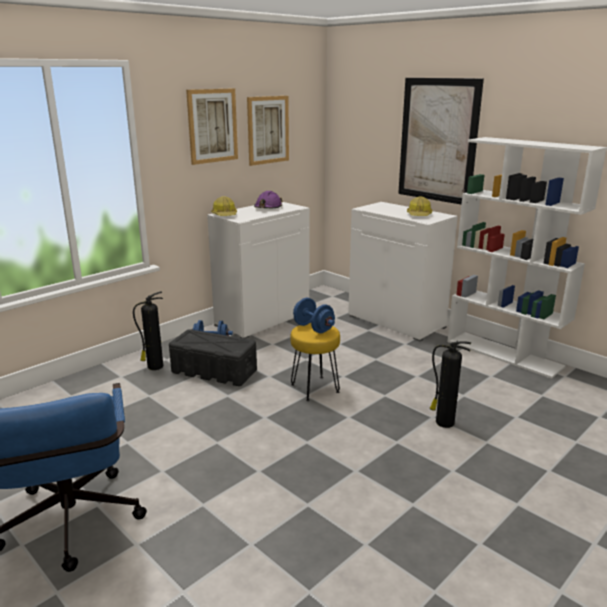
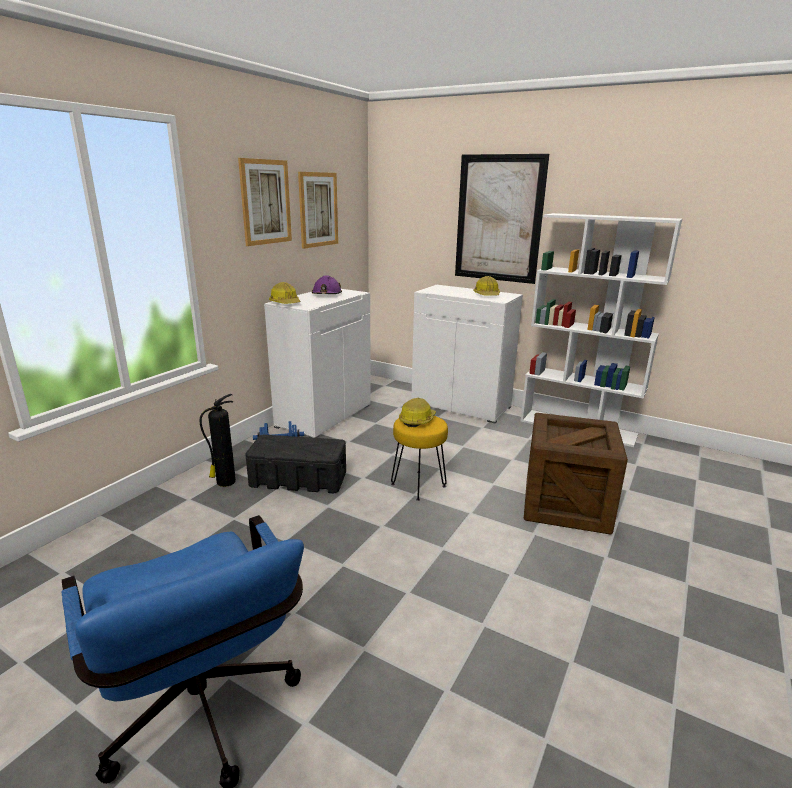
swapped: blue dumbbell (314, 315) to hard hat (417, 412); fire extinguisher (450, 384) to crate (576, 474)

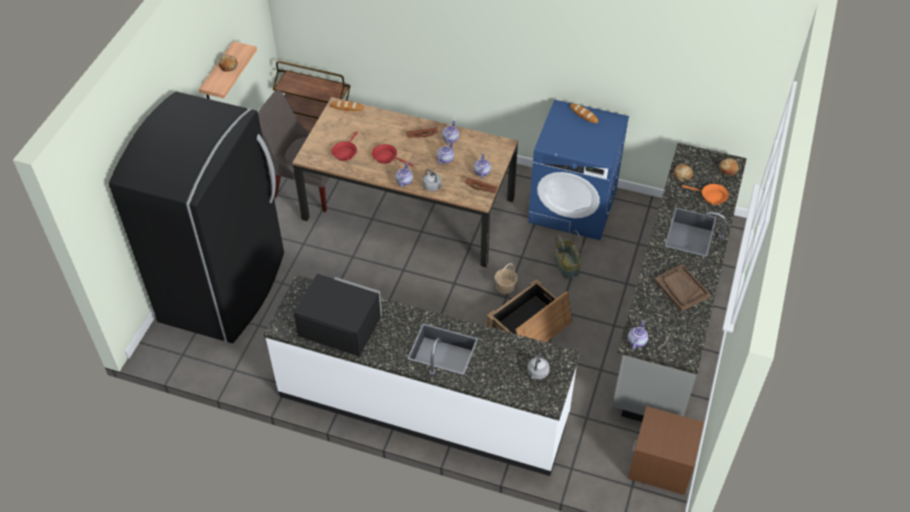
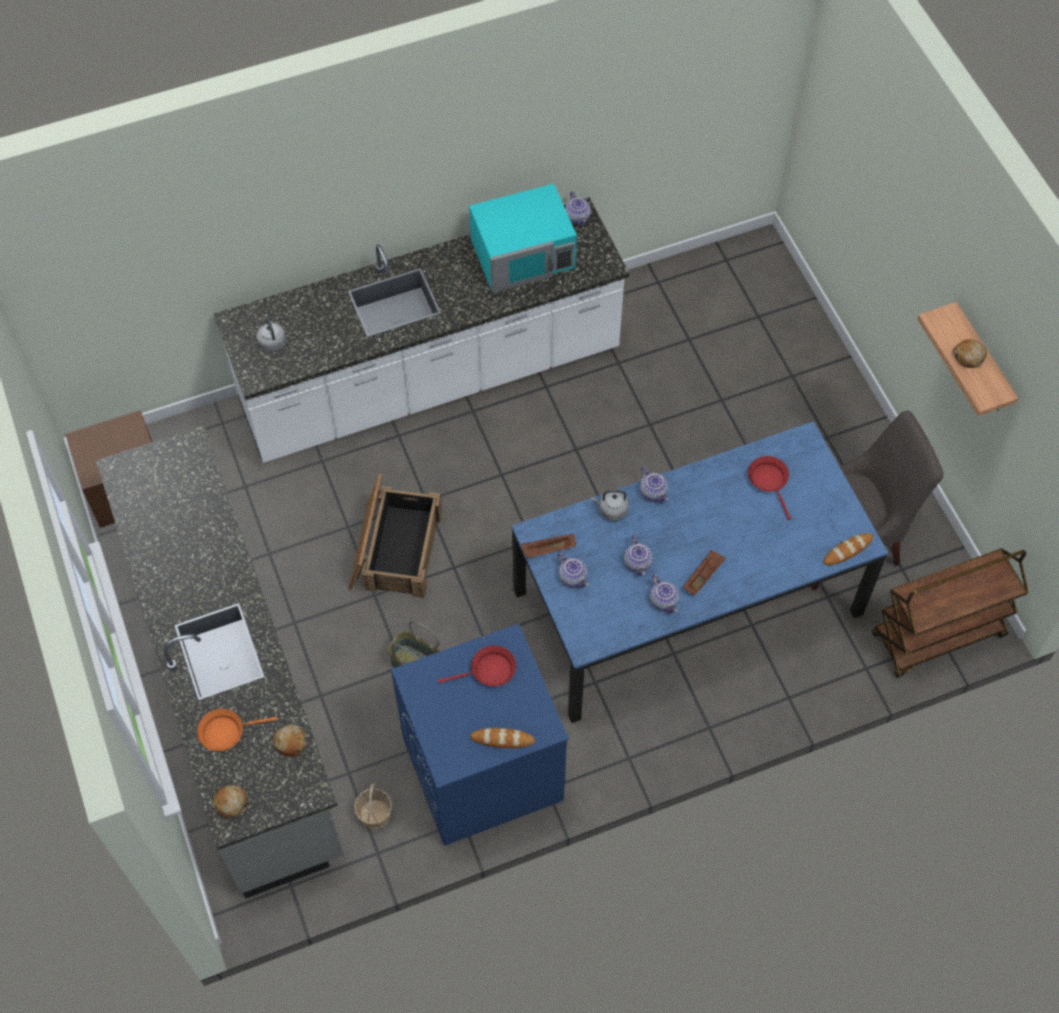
gone: black fridge (196, 217); brown tray (682, 288)
shifted: red frying pan (393, 155) to (477, 665); basket (506, 278) to (373, 806); teapot (638, 335) to (578, 208)
repainted: brown dining table (405, 182) to blue dining table (700, 572); black microwave (338, 315) to turquoise microwave (523, 238)

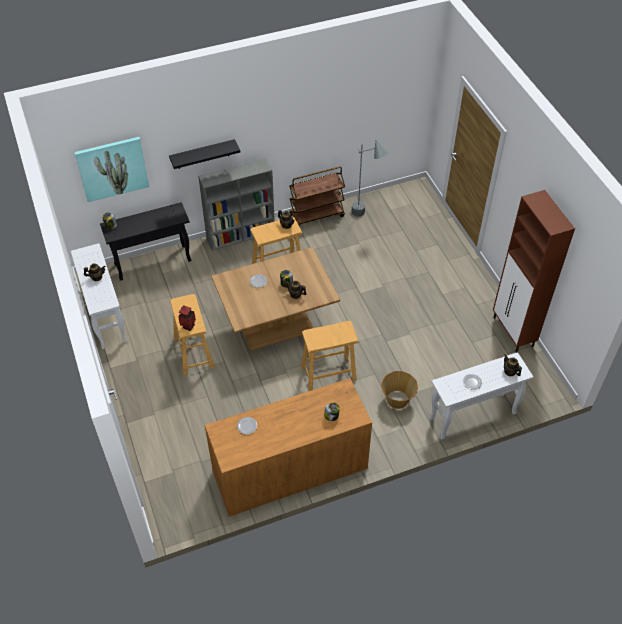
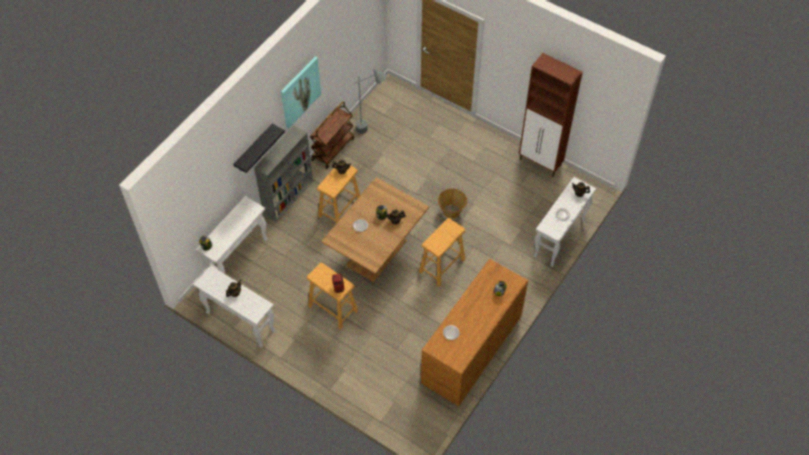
shifted: picture (111, 169) to (301, 93); basket (399, 390) to (452, 204)
repainted: black console table (145, 241) to white console table (232, 235)

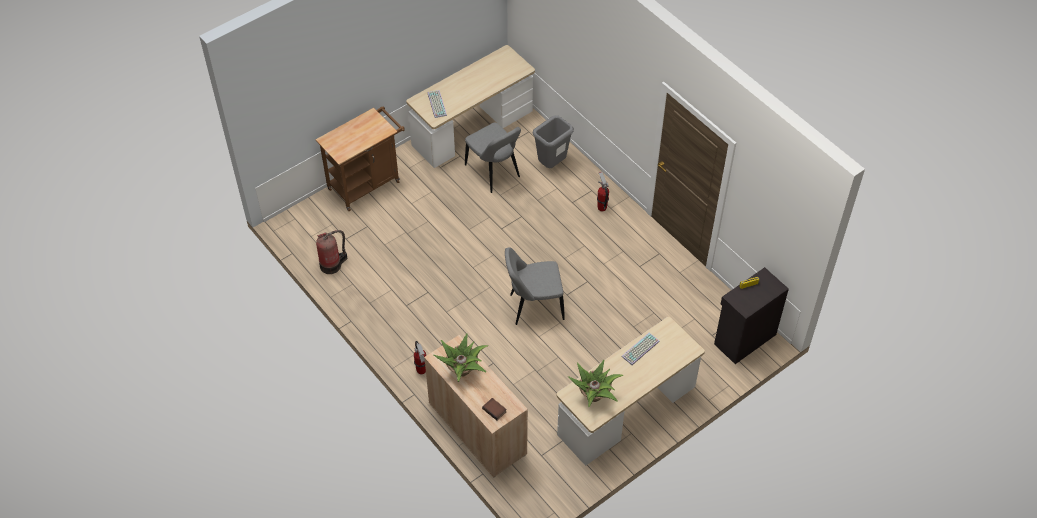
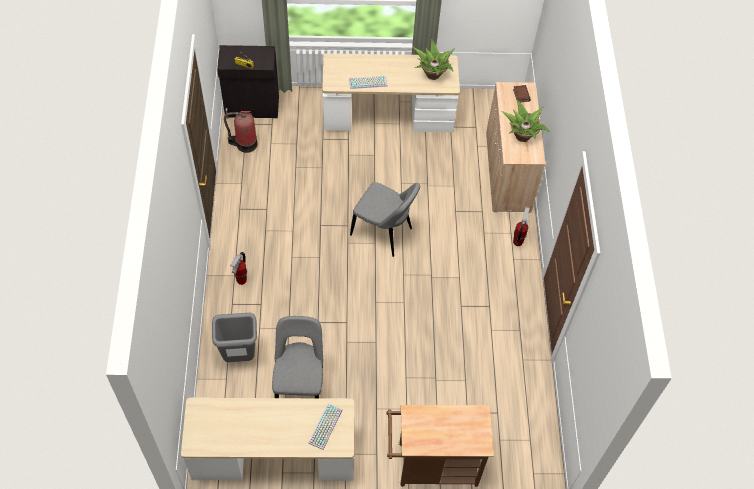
shifted: fire extinguisher (332, 252) to (240, 132)

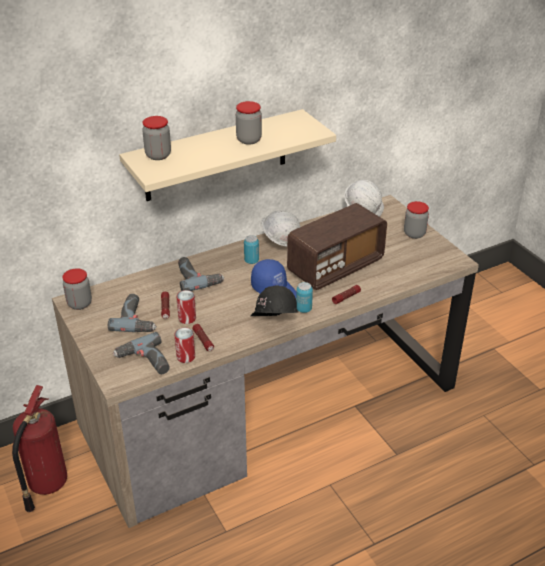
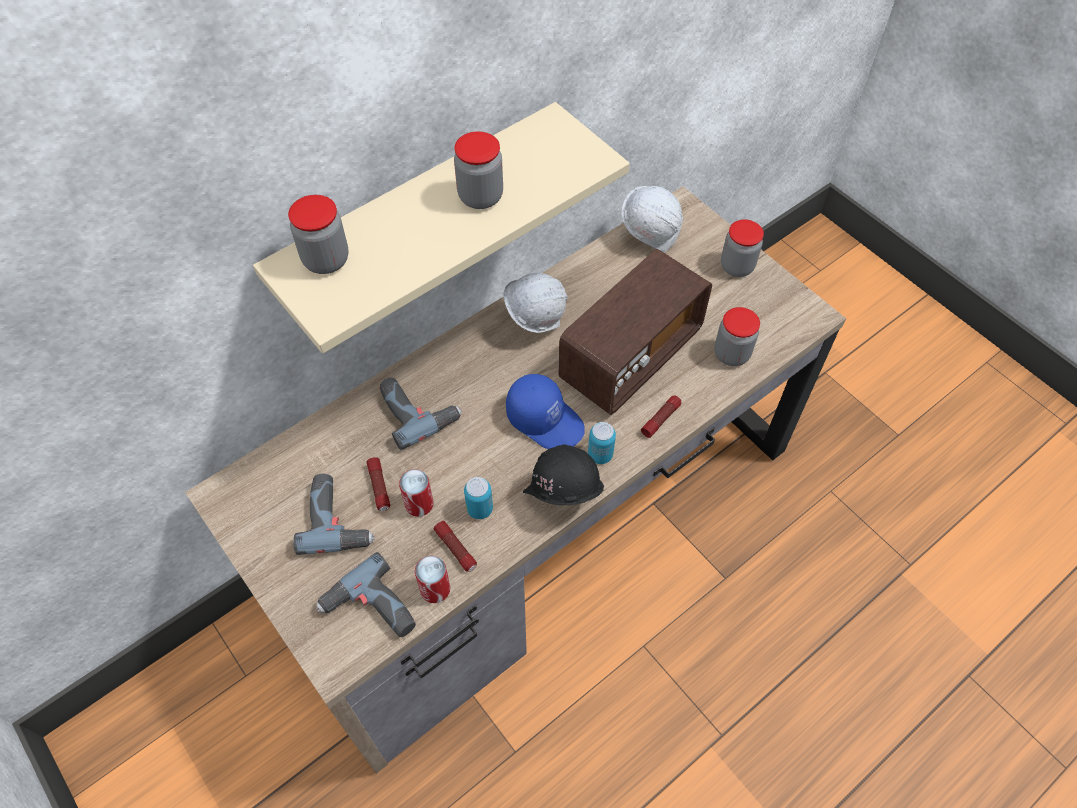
gone: fire extinguisher (39, 448)
shifted: jar (77, 289) to (737, 336); can (251, 249) to (478, 498)

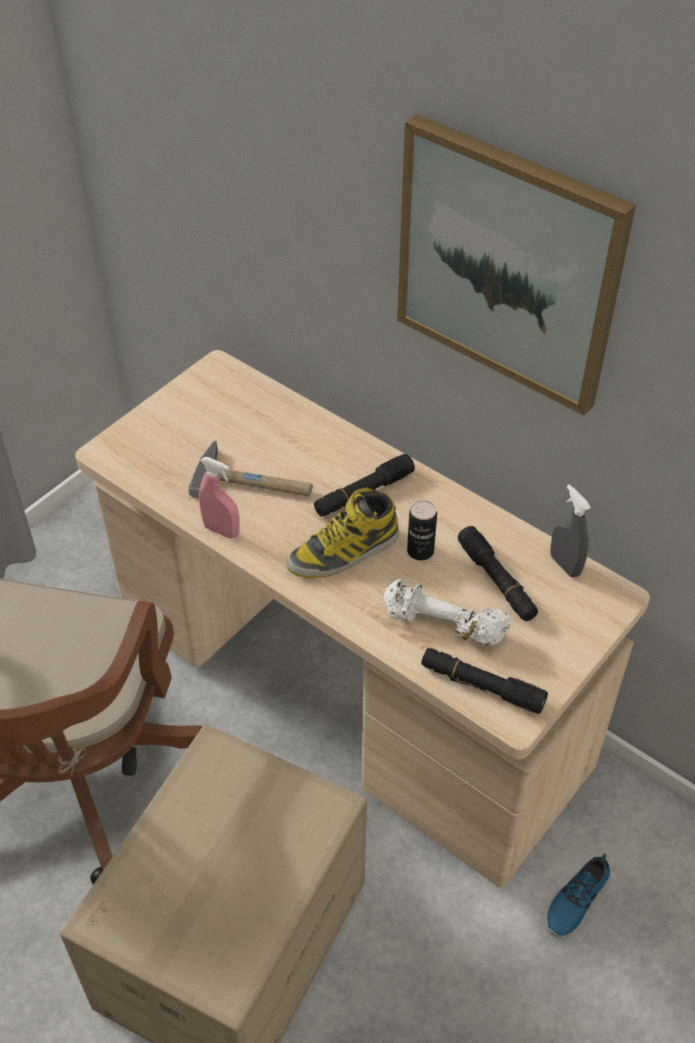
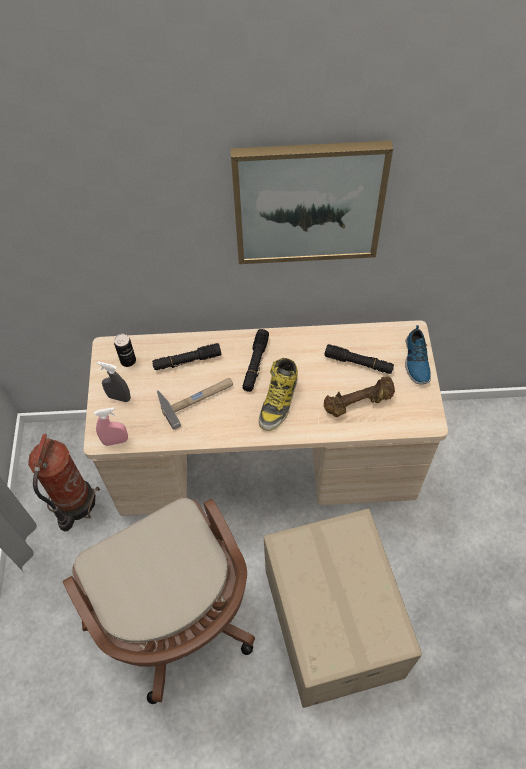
new: fire extinguisher (64, 482)
shifted: pink spray bottle (219, 498) to (111, 426); can (422, 530) to (125, 350); black flashlight (484, 681) to (186, 356); shoe (577, 896) to (418, 355); grey spray bottle (570, 531) to (114, 381)
repainted: white dumbbell (447, 612) to brown dumbbell (359, 397)

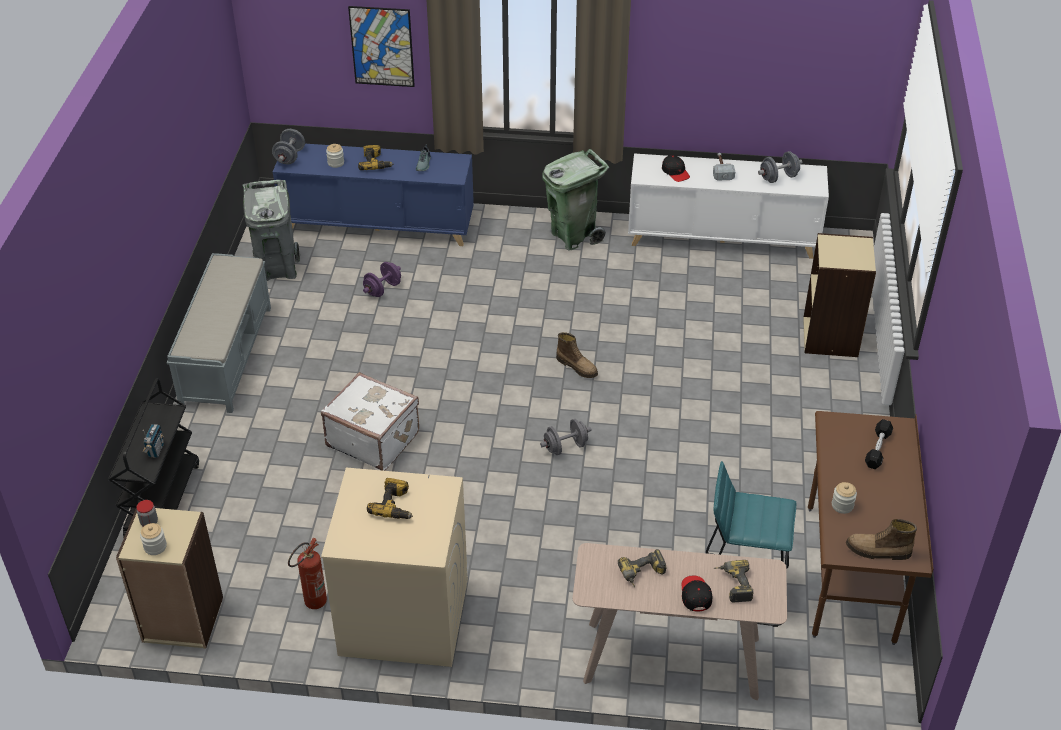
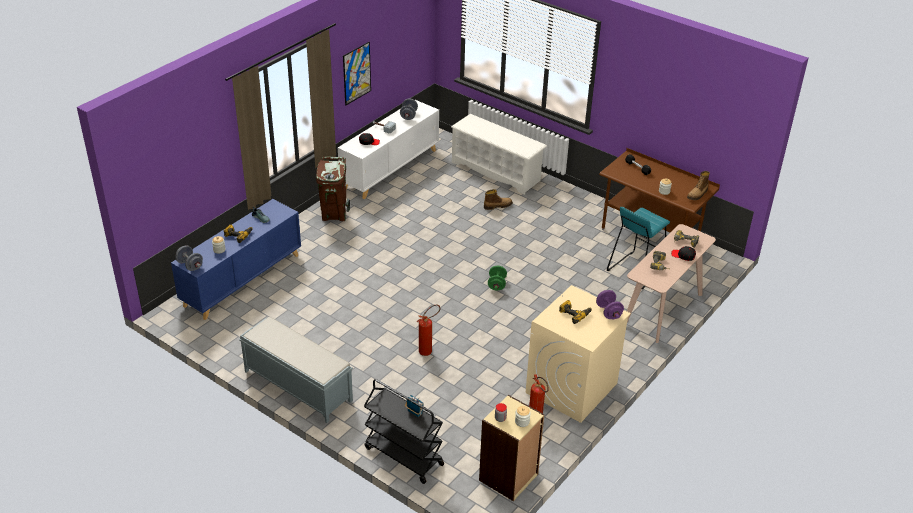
gone: grey trash can (271, 230)
shifted: picture (381, 46) to (357, 73); purple dumbbell (382, 279) to (610, 304); boot (577, 355) to (498, 199)
swapped: white suitcase (370, 421) to fire extinguisher (429, 330); beige bookcase (839, 295) to white shoe rack (499, 154)
repainted: grey dumbbell (566, 437) to green dumbbell (497, 278); green trash can (575, 199) to brown trash can (333, 189)

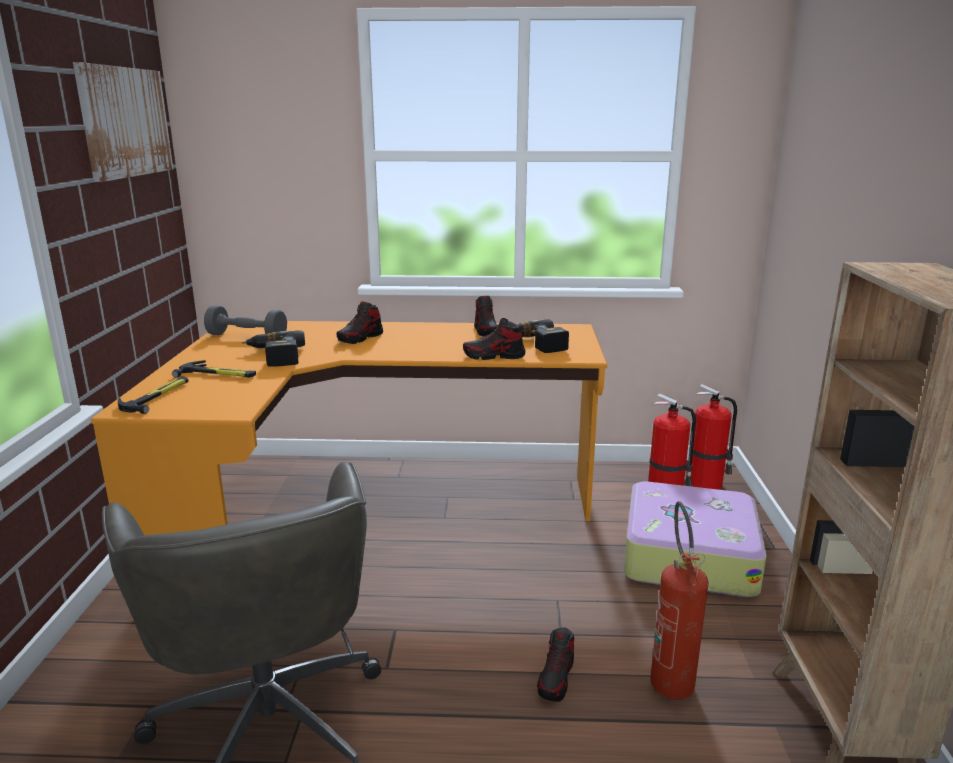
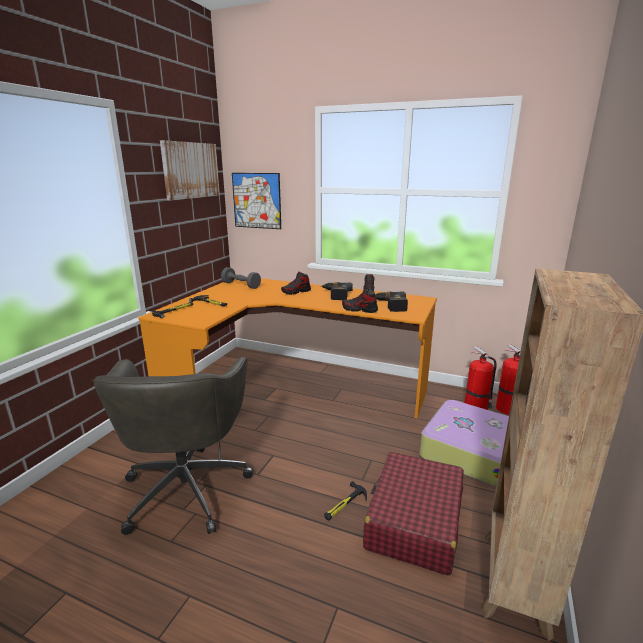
new: picture (256, 201)
shifted: power drill (273, 348) to (337, 291)
swapped: shoe (555, 664) to hammer (345, 501); fire extinguisher (679, 600) to red suitcase (413, 513)

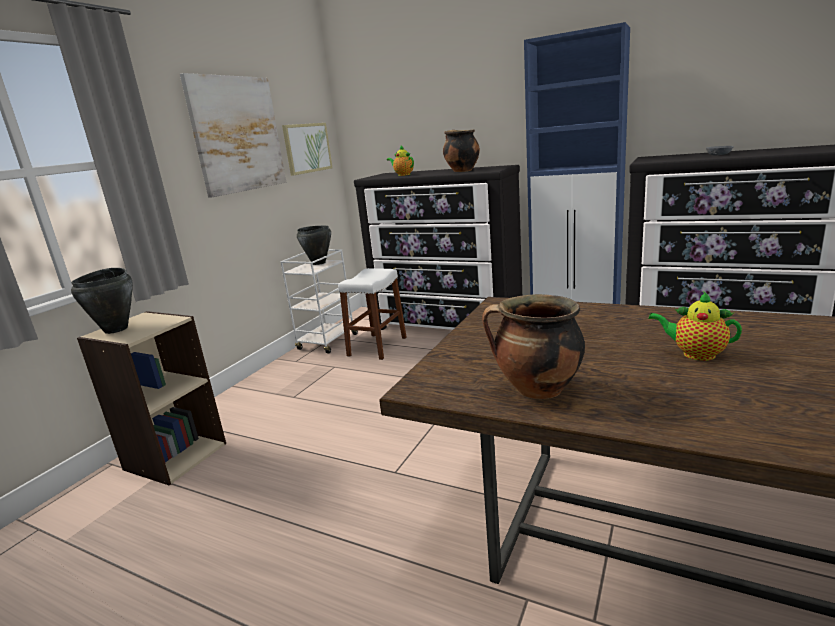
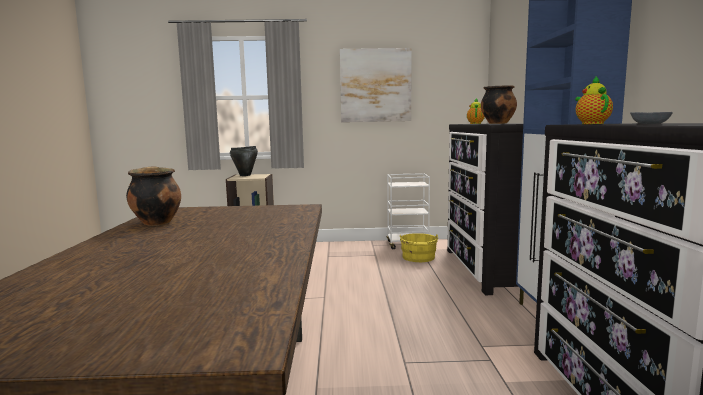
gone: picture (307, 149); black cooking pot (314, 245)
shifted: teapot (695, 326) to (594, 100)
swapped: white stool (372, 314) to yellow bucket (419, 247)

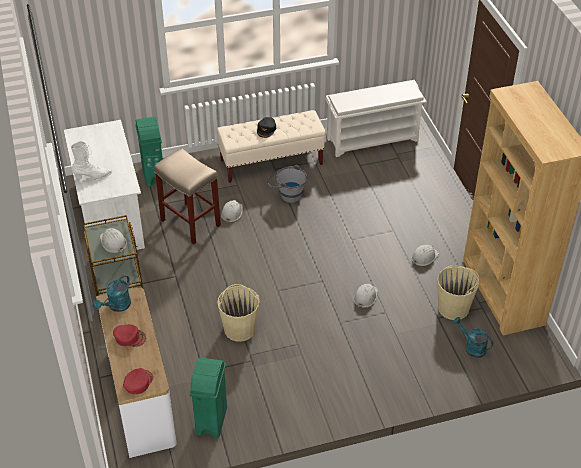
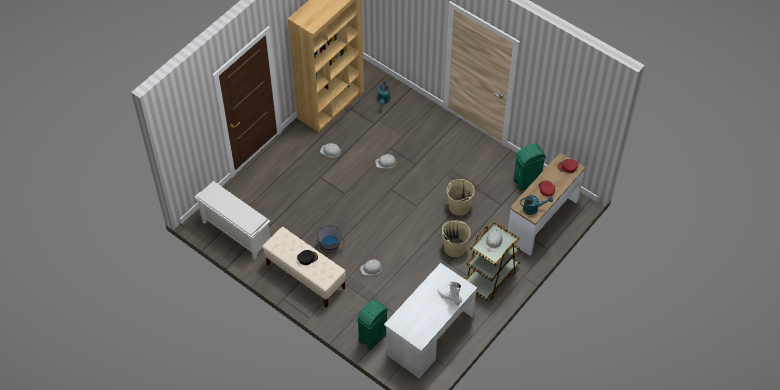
gone: beige stool (187, 197)
shifted: beige bucket (458, 292) to (456, 238)

